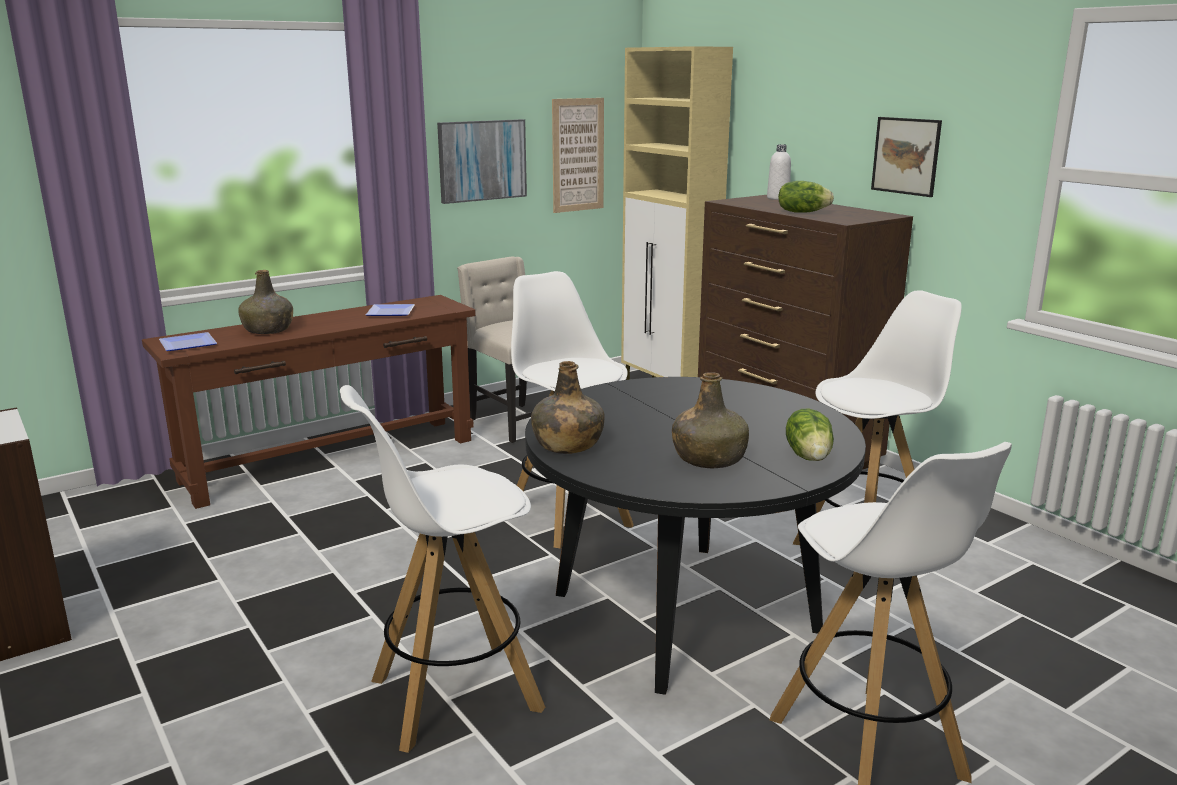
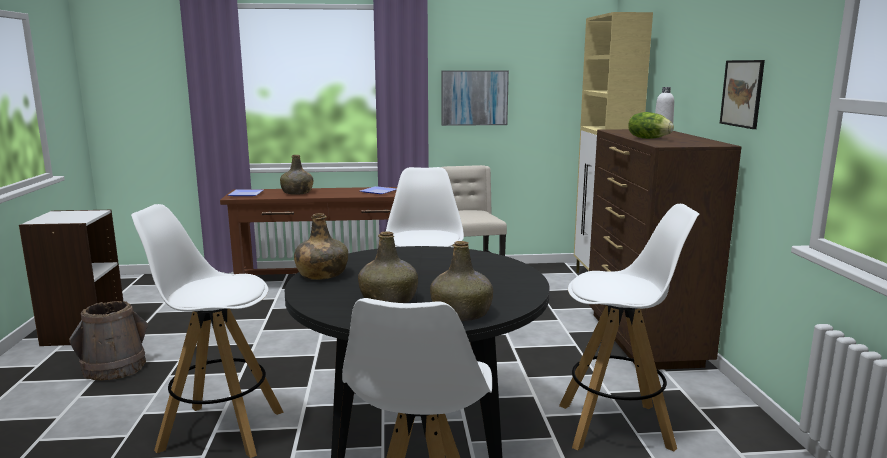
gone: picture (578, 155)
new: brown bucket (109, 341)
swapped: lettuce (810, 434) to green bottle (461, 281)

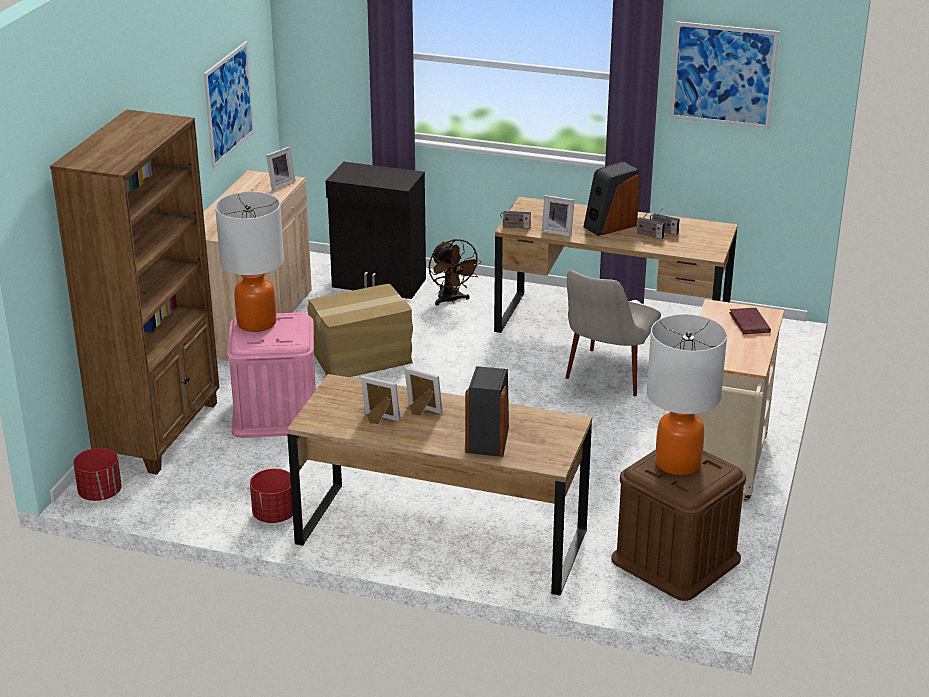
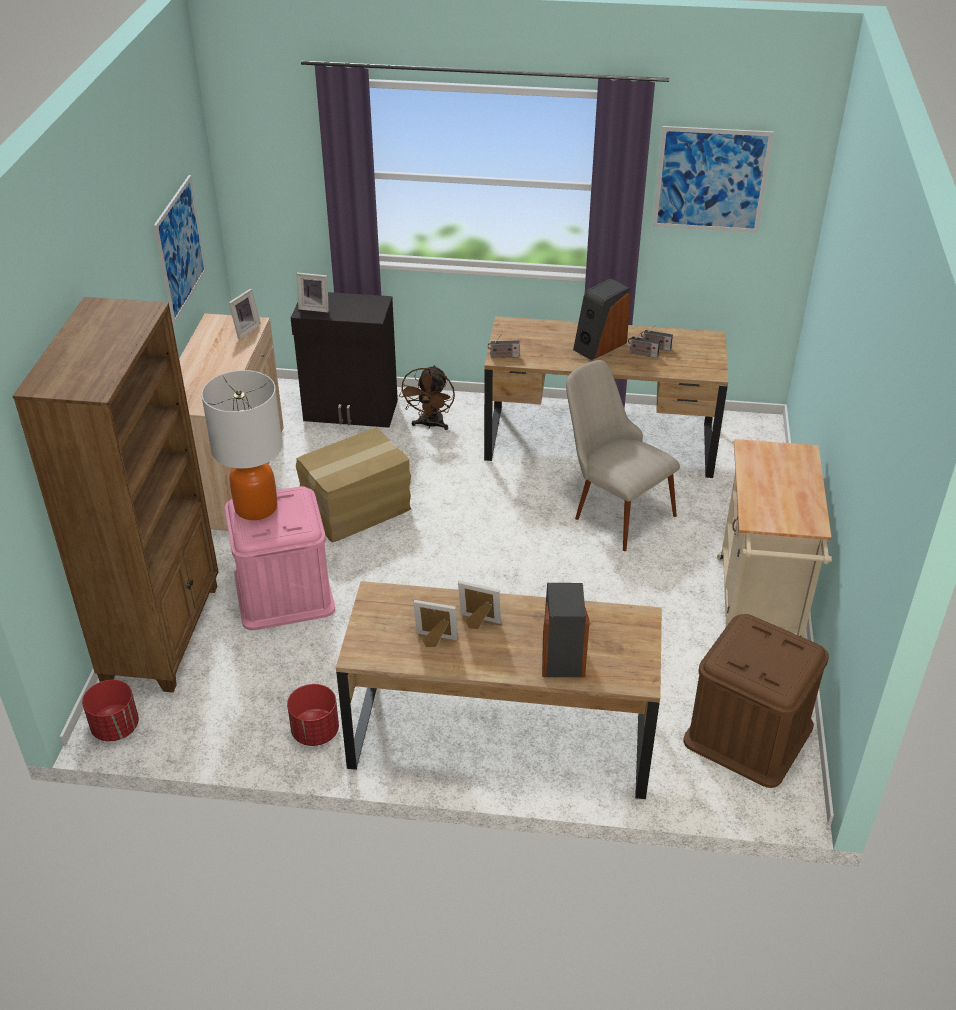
gone: table lamp (687, 394); red book (750, 321)
shifted: picture frame (558, 216) to (313, 292)
rotated: brown fan (455, 272) = (427, 397) 45 degrees clockwise; beige chair (613, 333) = (623, 455) 120 degrees clockwise

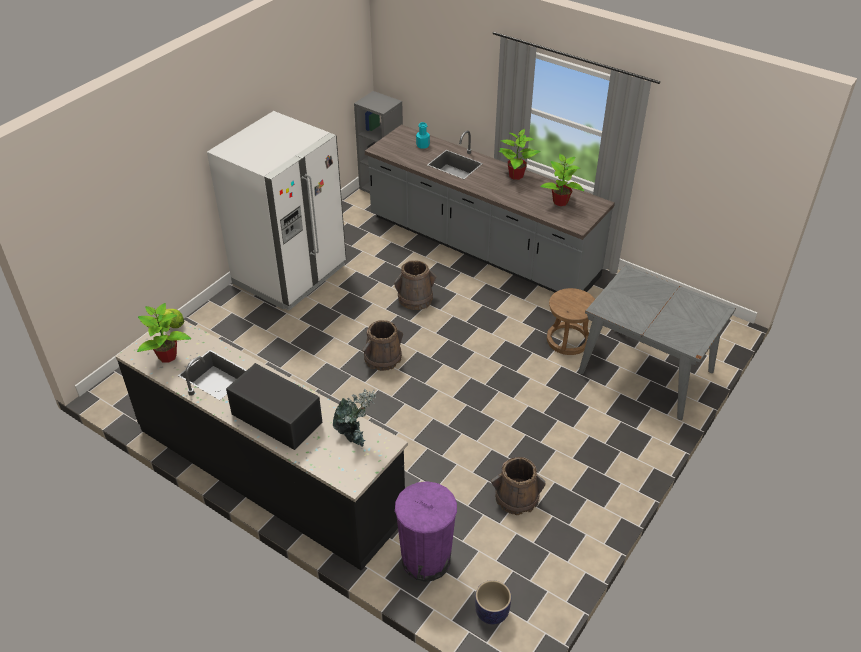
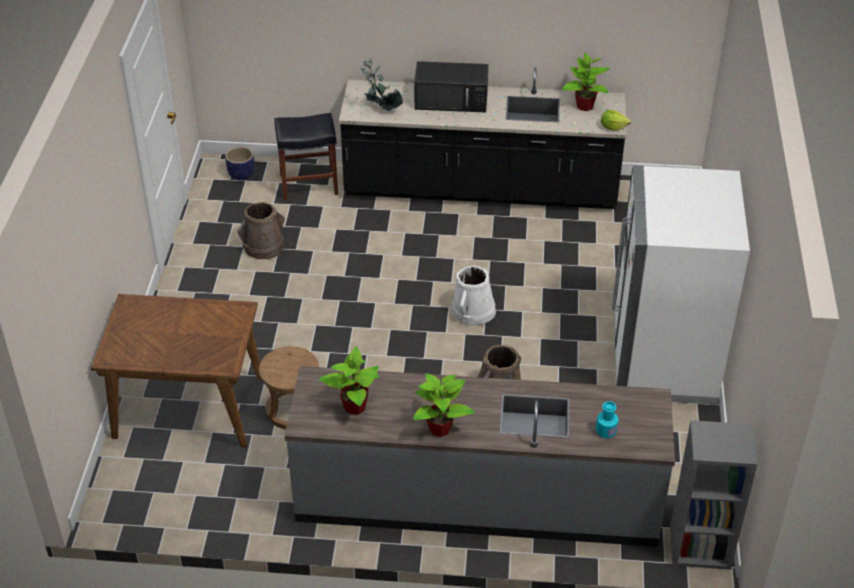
swapped: purple trash can (426, 531) to black stool (306, 156)
repainted: brown bucket (383, 345) to white bucket (474, 296); grey dining table (657, 342) to brown dining table (176, 371)

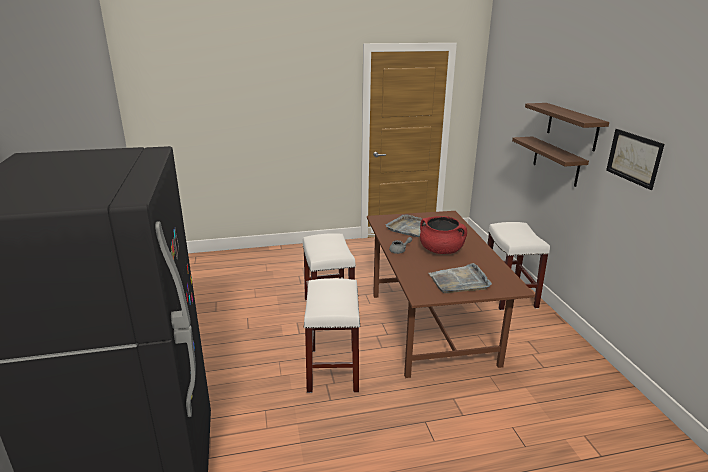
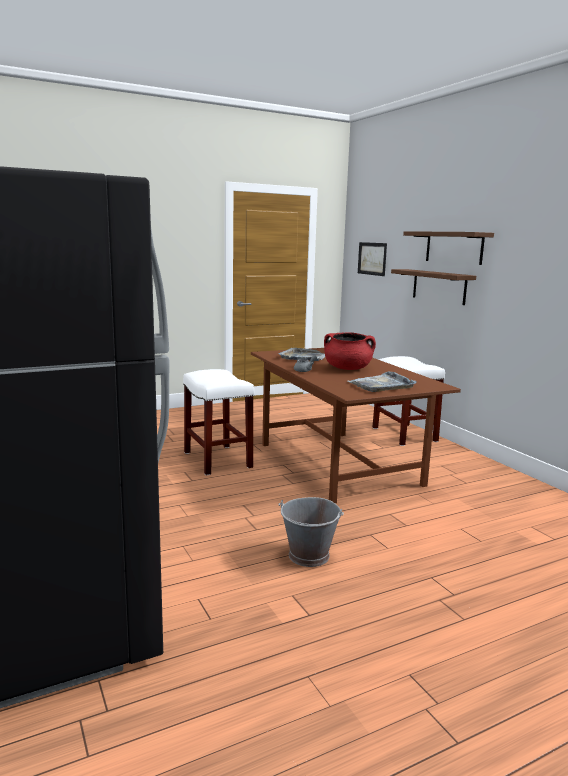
gone: white stool (332, 335)
new: grey bucket (311, 532)
shifted: picture (635, 159) to (372, 259)

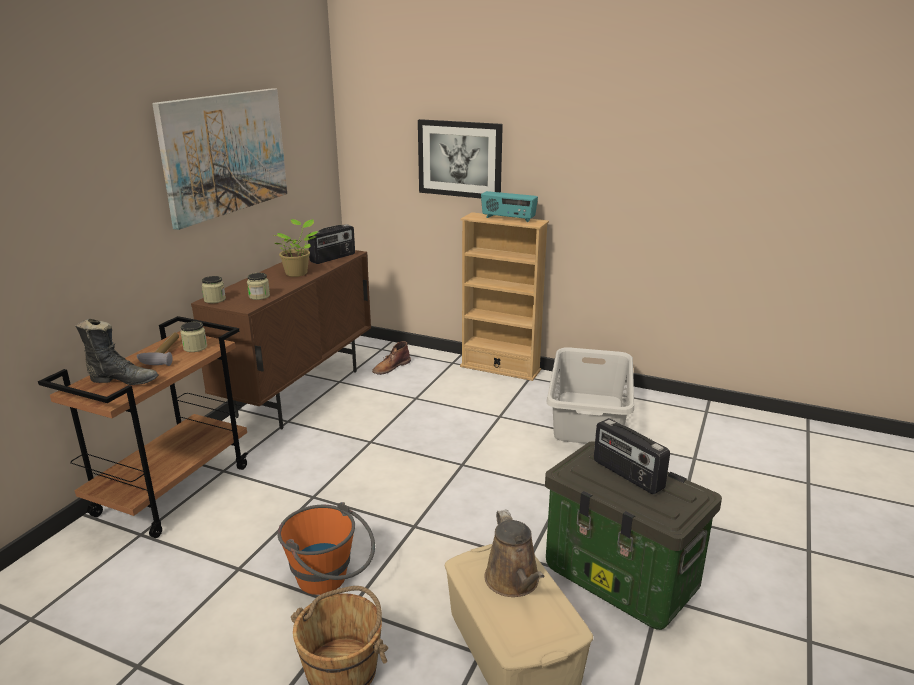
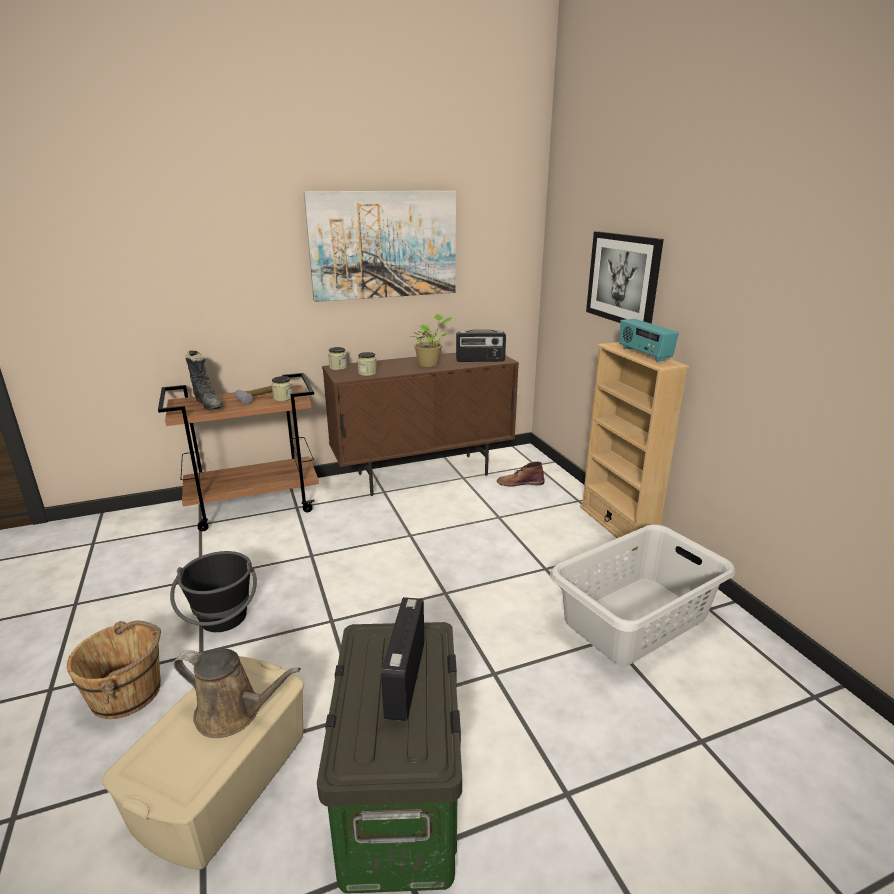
repainted: orange bucket (326, 548) to black bucket (213, 591)
rotated: brown watering can (514, 553) = (237, 693) 105 degrees counterclockwise

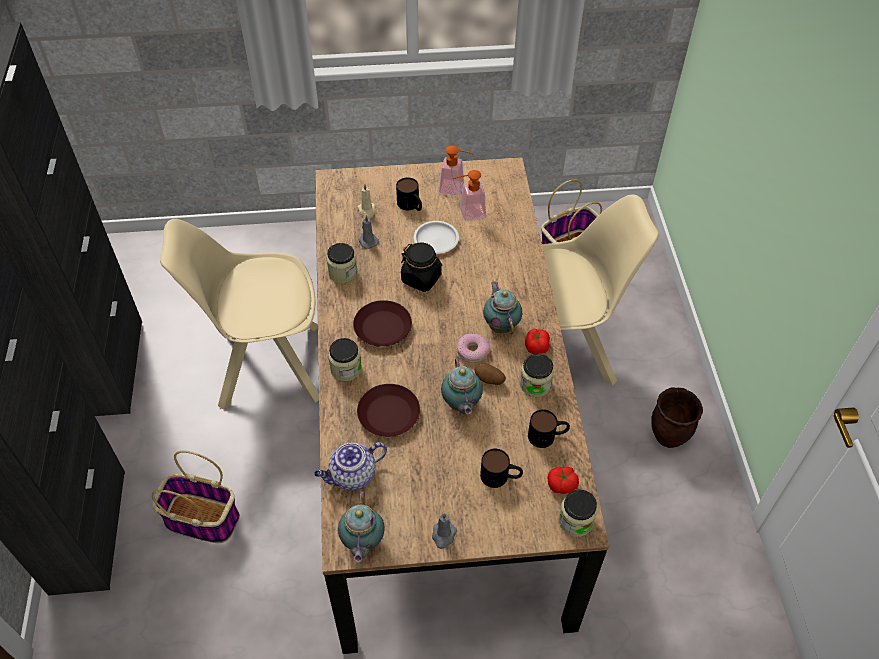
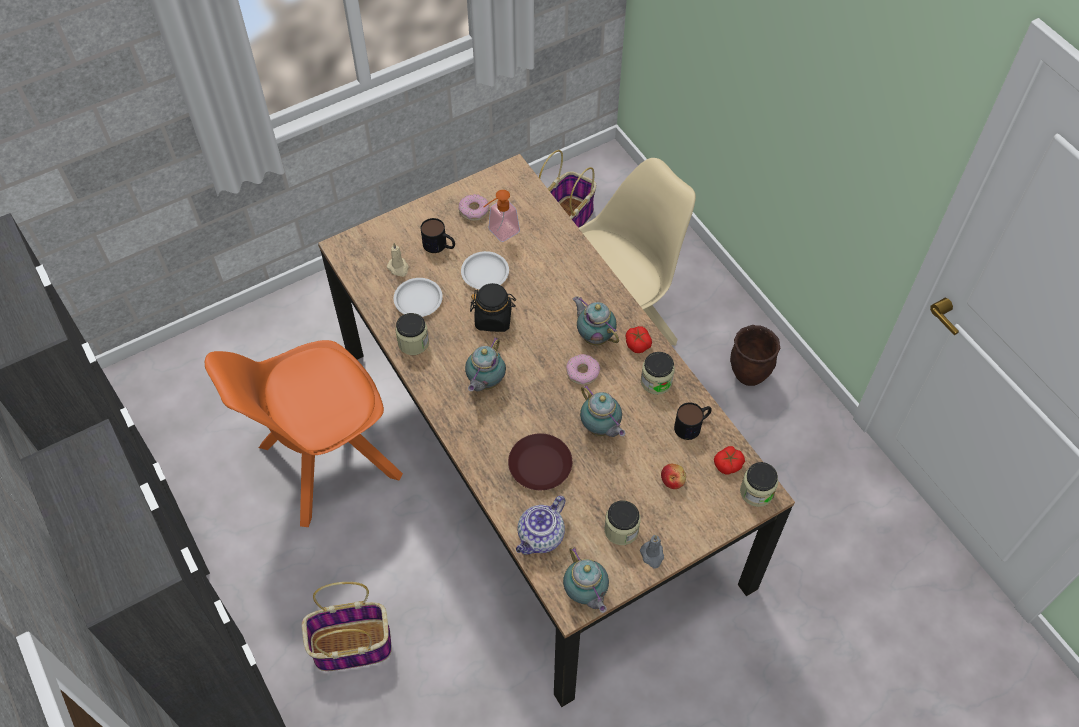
gone: potato (490, 374)
shifted: jar (345, 359) to (622, 522)
swapped: brown plate (382, 323) to teapot (485, 364); grey candle (369, 232) to white plate (418, 297); soap dispenser (456, 171) to donut (474, 207); mug (501, 468) to apple (673, 476)
repainted: beige chair (239, 314) to orange chair (304, 433)

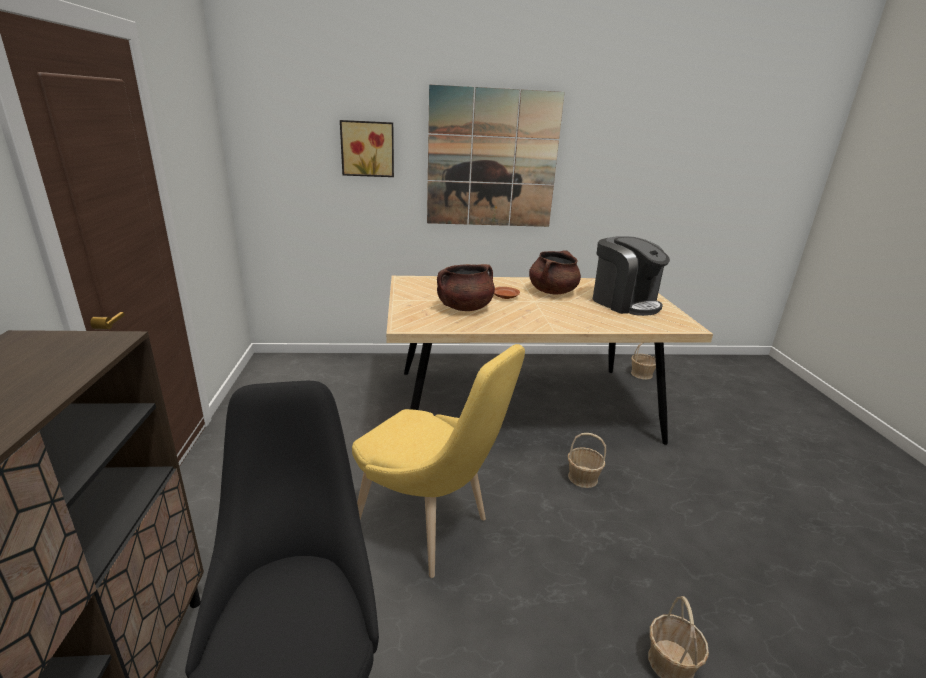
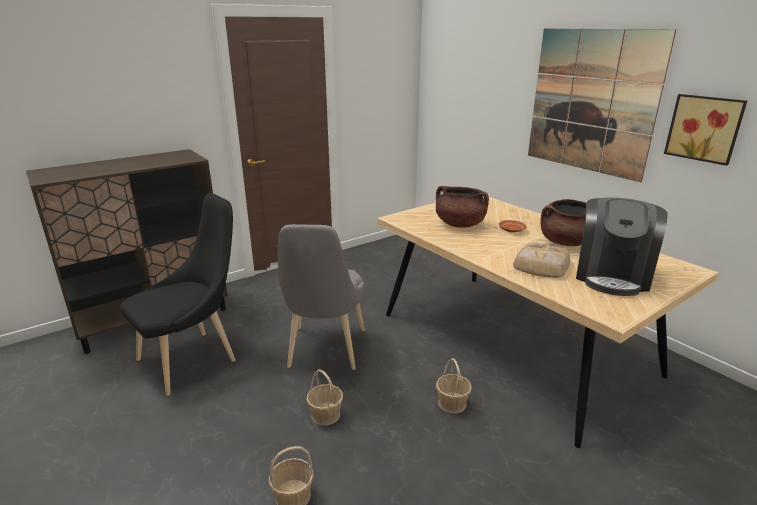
new: bread (541, 260)
shifted: picture (367, 148) to (705, 130); basket (643, 361) to (324, 397)
repainted: yellow chair (438, 461) to grey chair (321, 297)

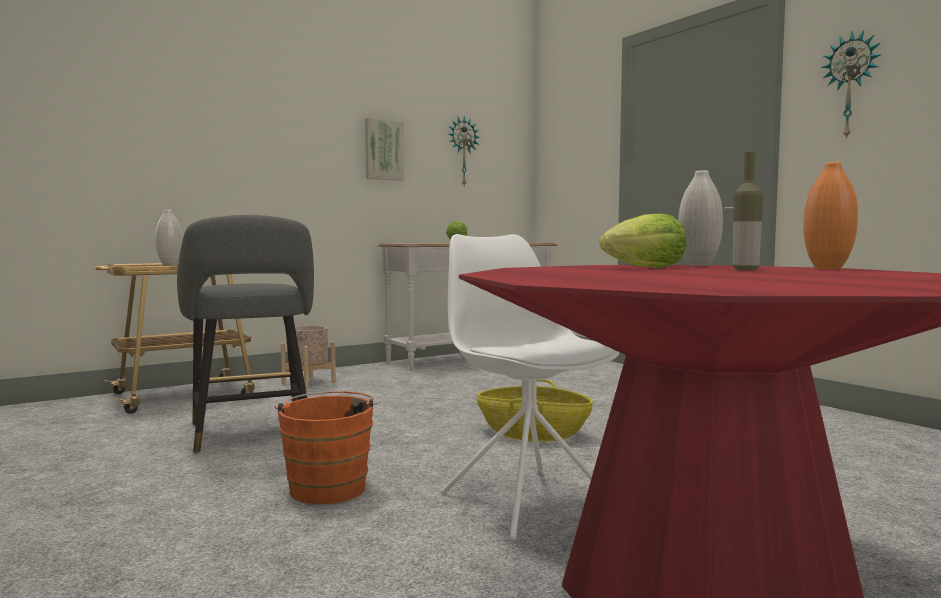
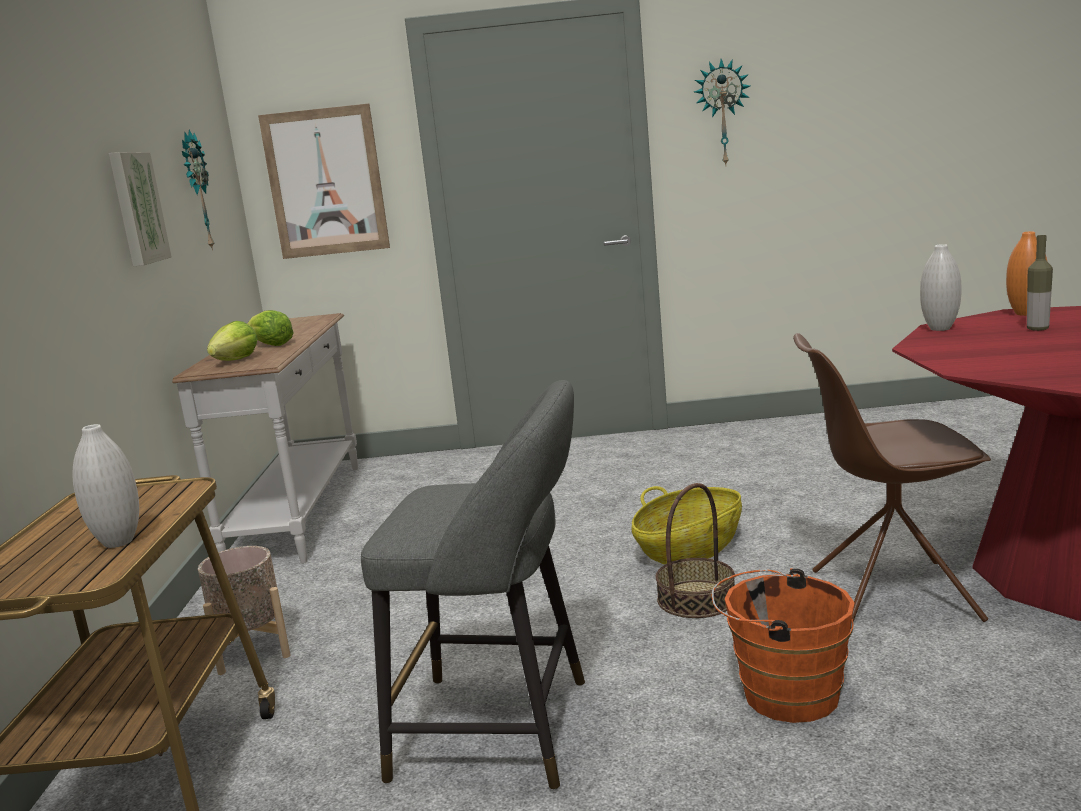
new: picture (324, 181); basket (695, 550)
shifted: lettuce (643, 240) to (232, 341)
repainted: white chair (530, 388) to brown chair (892, 481)

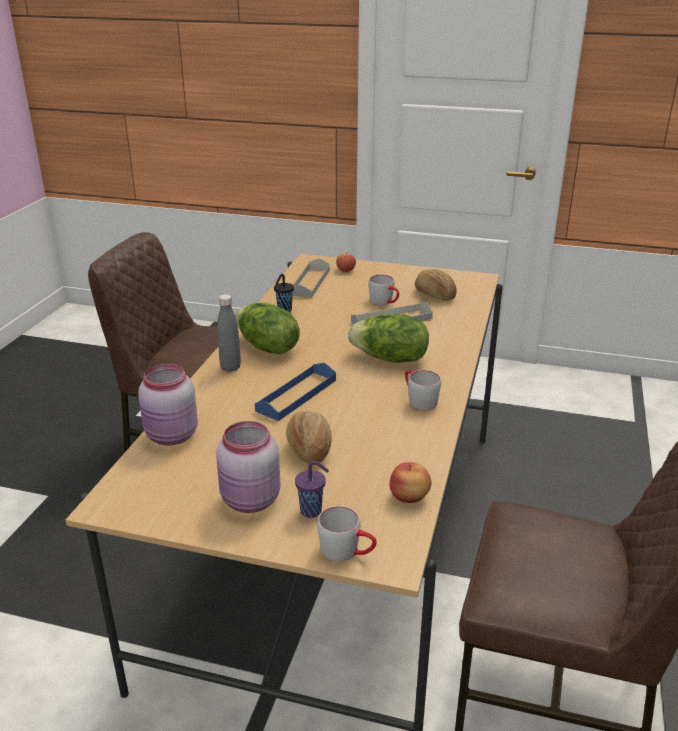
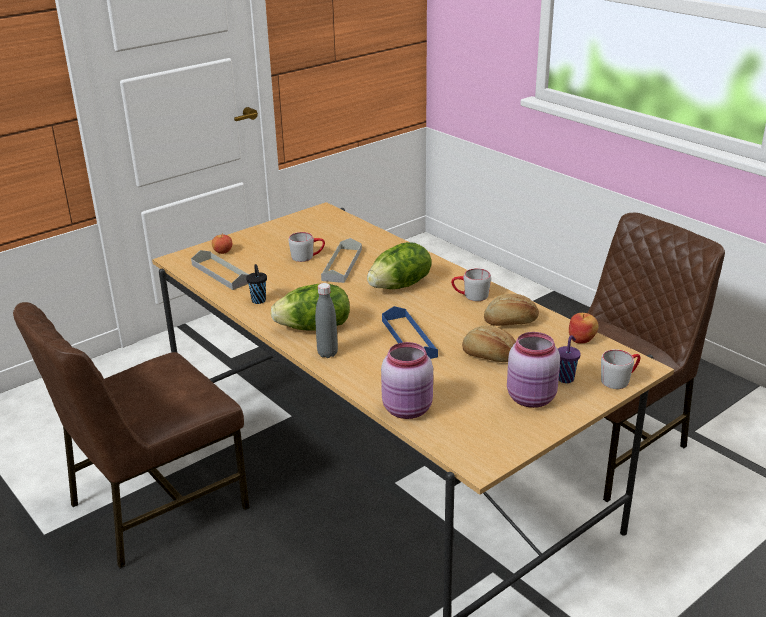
shifted: bread (436, 284) to (511, 310)

